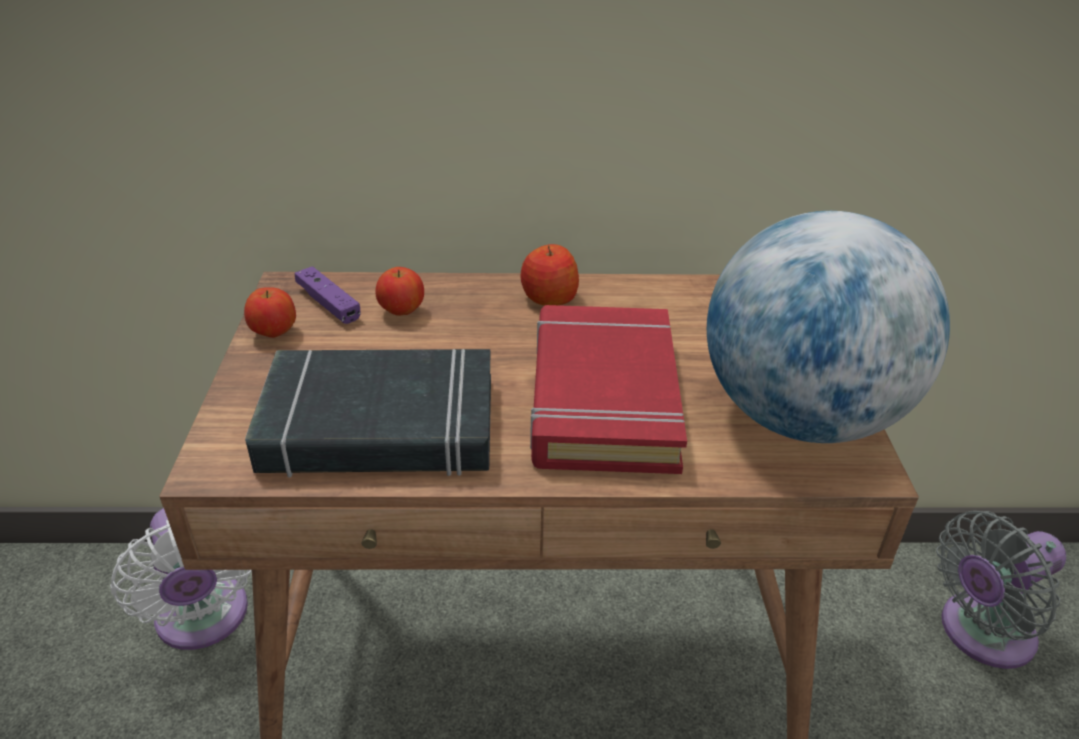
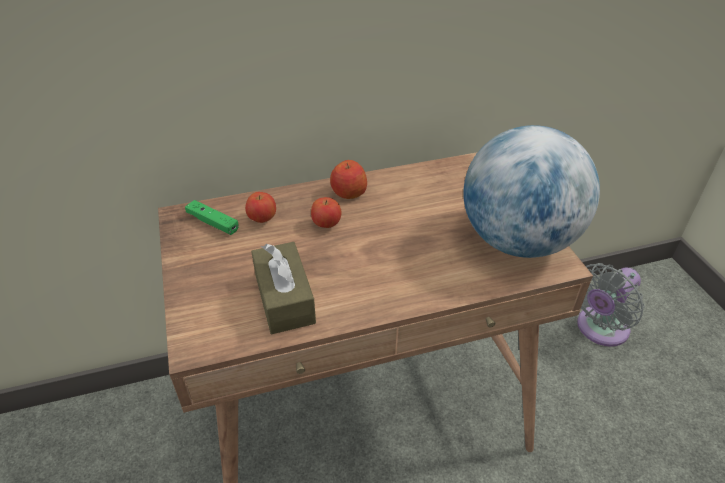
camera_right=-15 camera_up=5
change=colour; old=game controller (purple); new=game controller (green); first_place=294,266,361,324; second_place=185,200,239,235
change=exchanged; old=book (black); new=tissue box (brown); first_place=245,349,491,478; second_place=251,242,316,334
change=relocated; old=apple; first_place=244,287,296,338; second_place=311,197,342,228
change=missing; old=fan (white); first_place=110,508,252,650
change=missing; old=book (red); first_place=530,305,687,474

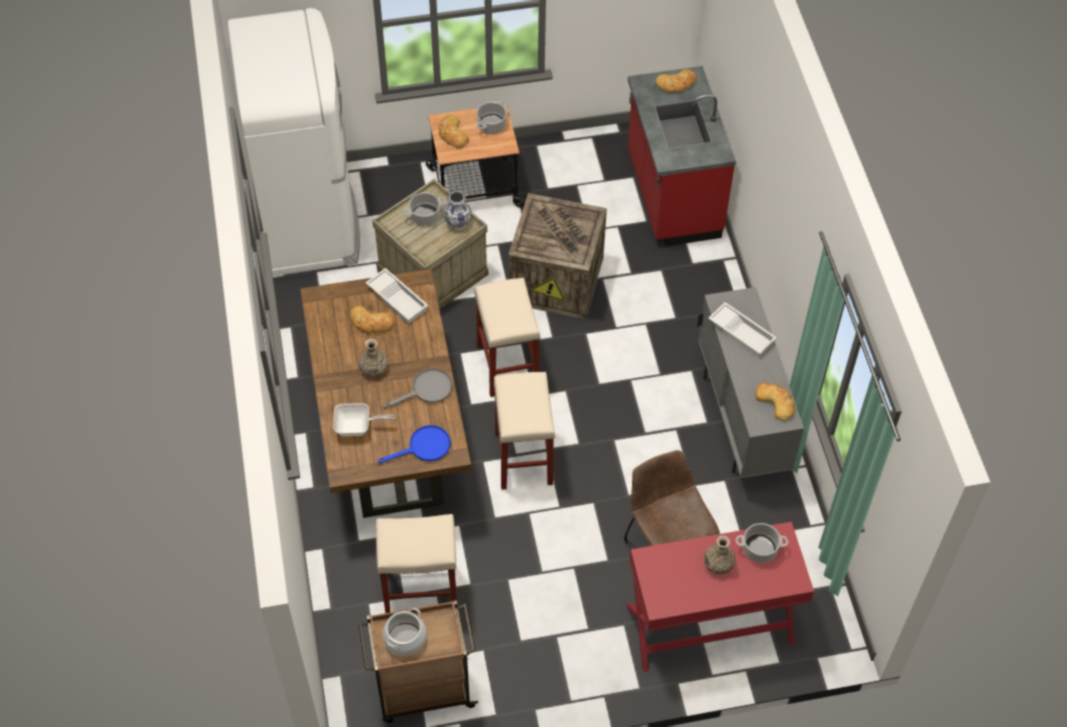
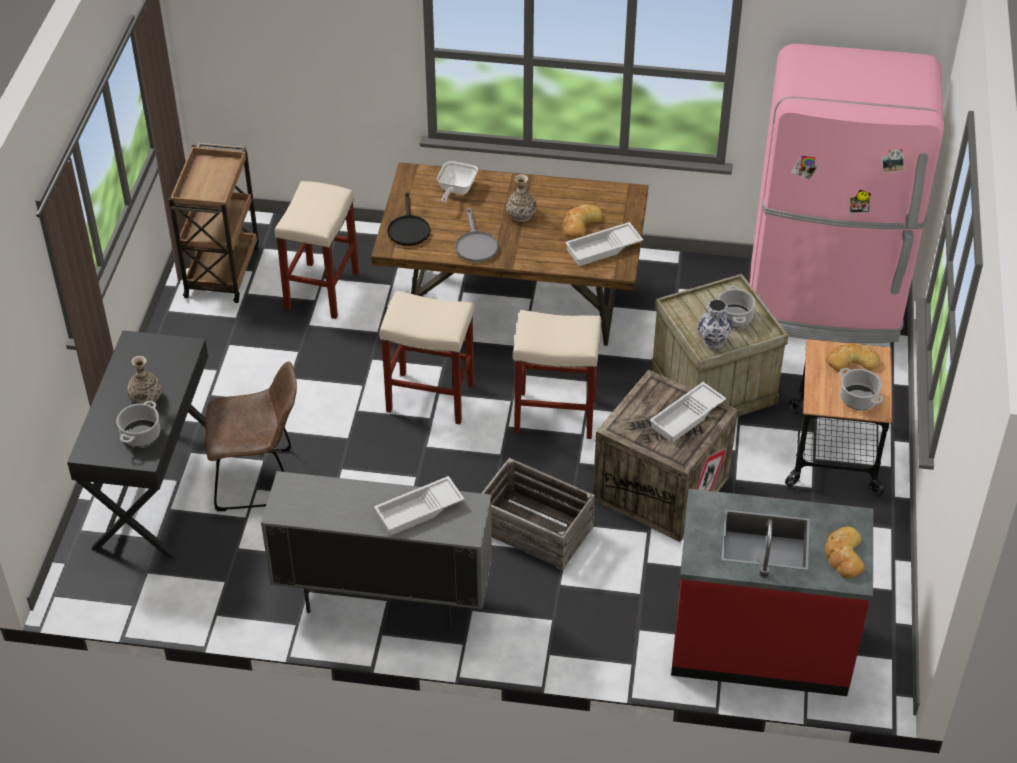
camera_right=110 camera_up=-10
change=colour; old=desk (red); new=desk (black); first_place=627,522,814,672; second_place=67,331,208,559
change=colour; old=frying pan (blue); new=frying pan (black); first_place=378,425,450,463; second_place=387,192,430,246
change=appeared; new=crate; second_place=482,458,595,571
change=appeared; new=tray (white); second_place=650,382,727,443
change=colour; old=fridge (white); new=fridge (pink); first_place=228,8,360,276; second_place=750,44,944,343
change=missing; old=cooking pot; first_place=383,608,426,656
change=missing; old=bread; first_place=755,383,795,421

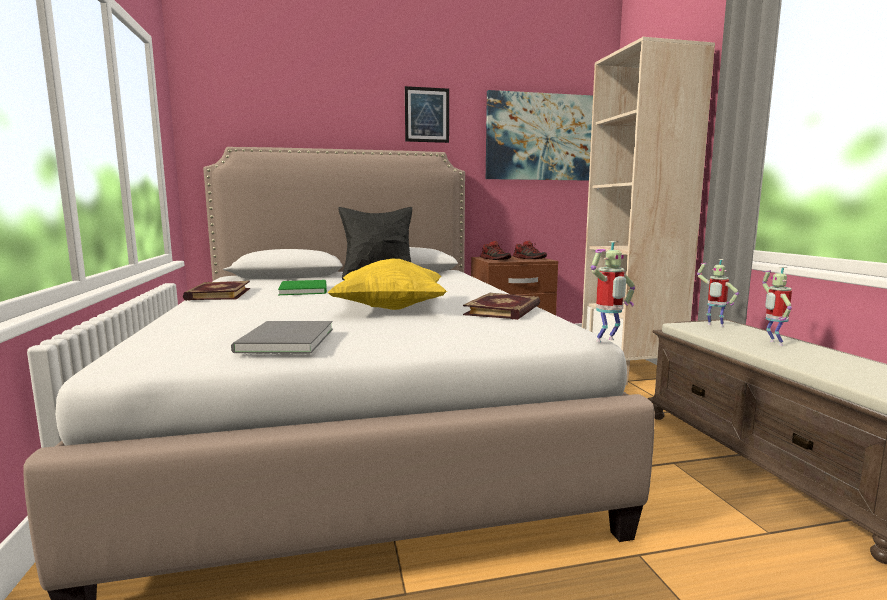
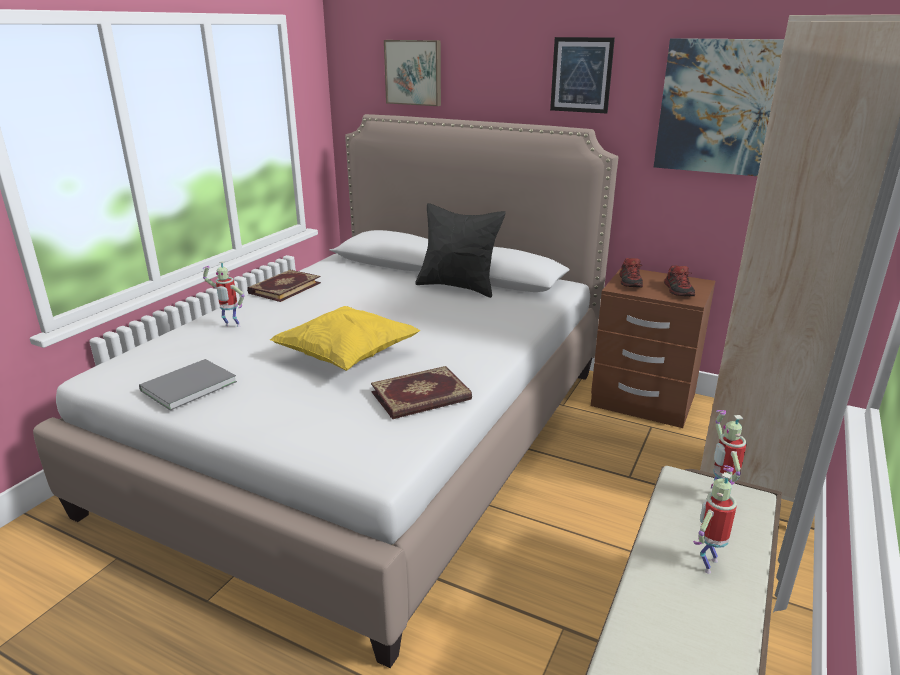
camera_right=40 camera_up=15
change=relocated; old=toy robot; first_place=591,241,635,342; second_place=203,261,245,327
change=appeared; new=picture; second_place=384,40,441,106
change=missing; old=book (green); first_place=278,280,327,295

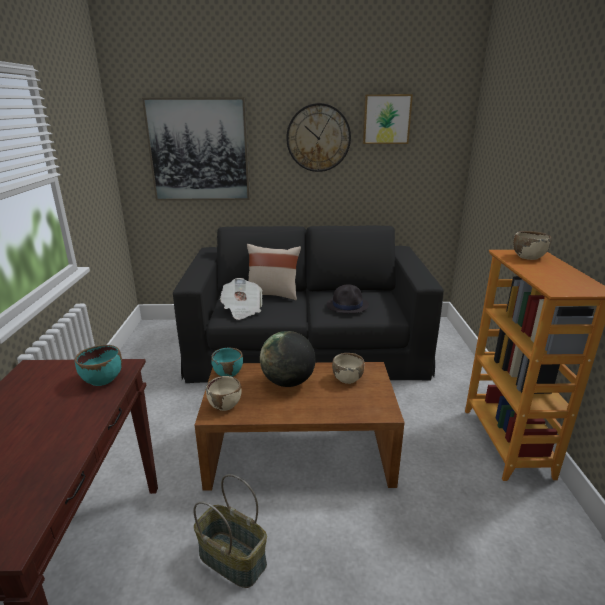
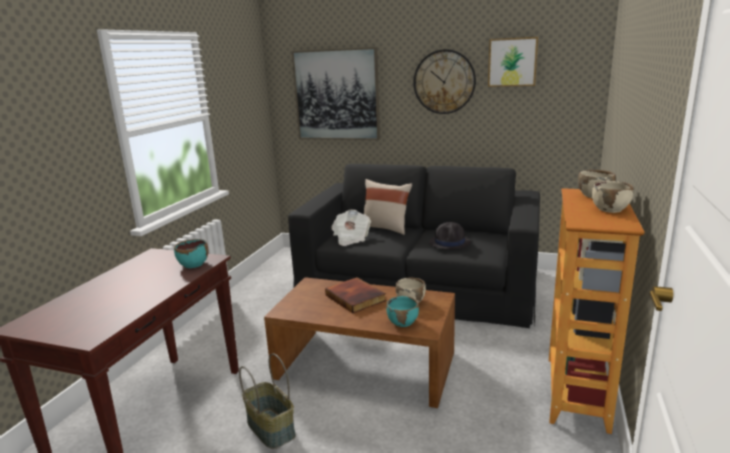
camera_right=20 camera_up=-5
change=exchanged; old=globe; new=book; first_place=260,331,316,387; second_place=325,277,386,313
change=relocated; old=bowl (turquoise); first_place=211,348,243,377; second_place=386,296,419,327
change=relocated; old=bowl (beige); first_place=206,376,242,411; second_place=592,181,633,213

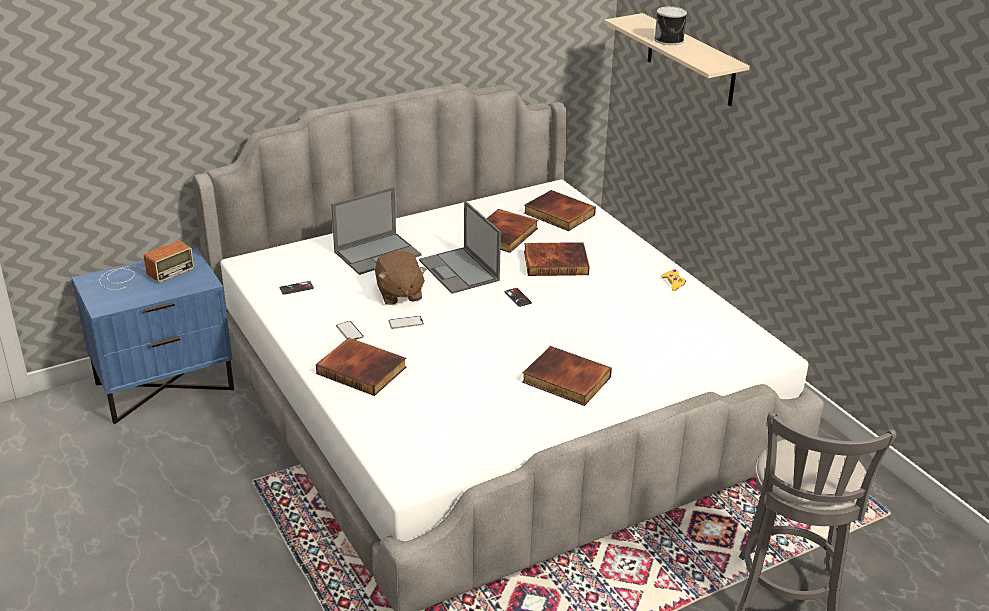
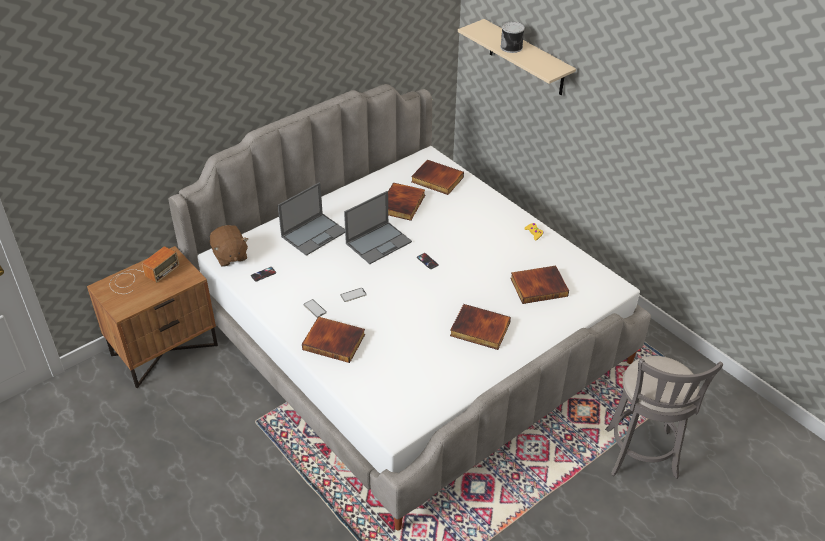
camera_right=-10 camera_up=10
change=colour; old=nightstand (blue); new=nightstand (brown); first_place=72,249,234,424; second_place=87,246,218,388
change=relocated; old=plush toy (brown); first_place=375,251,427,305; second_place=210,225,248,267
change=spun; old=laptop; first_place=419,201,501,294; second_place=344,191,412,264; degrees=-90
change=relocated; old=book; first_place=524,242,590,276; second_place=510,266,569,304

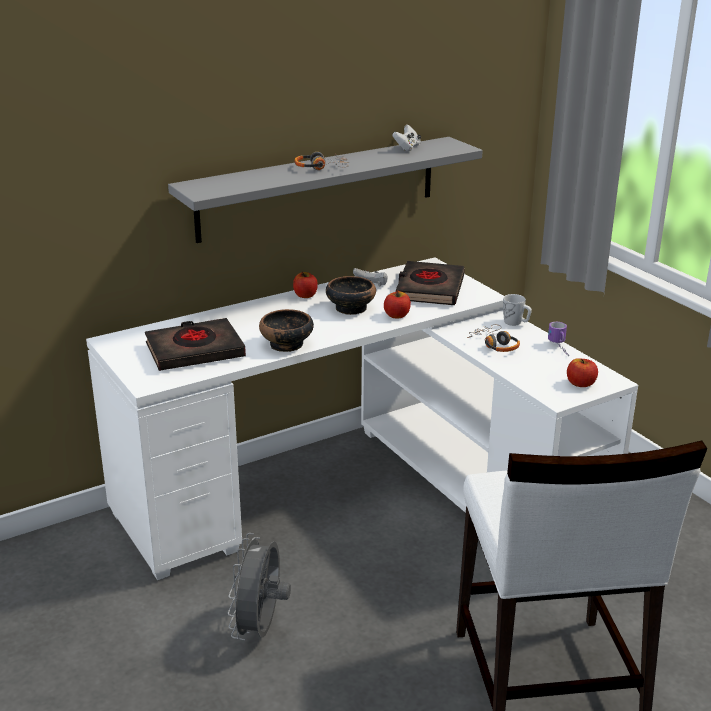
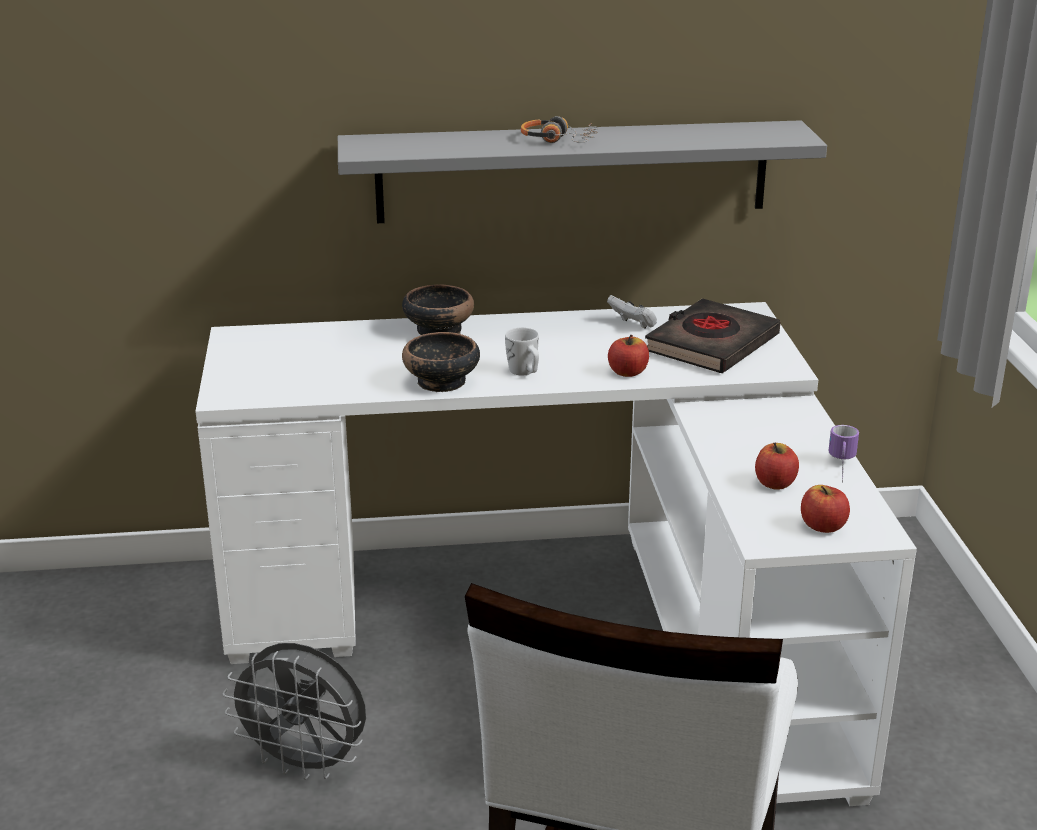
camera_right=25 camera_up=0
change=spun; old=fan (grey); first_place=228,533,291,640; second_place=223,643,366,780; degrees=-105
change=relocated; old=bowl; first_place=326,276,376,315; second_place=402,285,474,335
change=relocated; old=mug (white); first_place=503,294,532,326; second_place=505,327,539,376
change=relocated; old=apple; first_place=293,271,318,298; second_place=755,442,799,490
change=missing; old=book (black); first_place=145,318,246,371
change=missing; old=game controller (white); first_place=392,124,421,151
change=missing; old=headphones; first_place=467,324,520,352

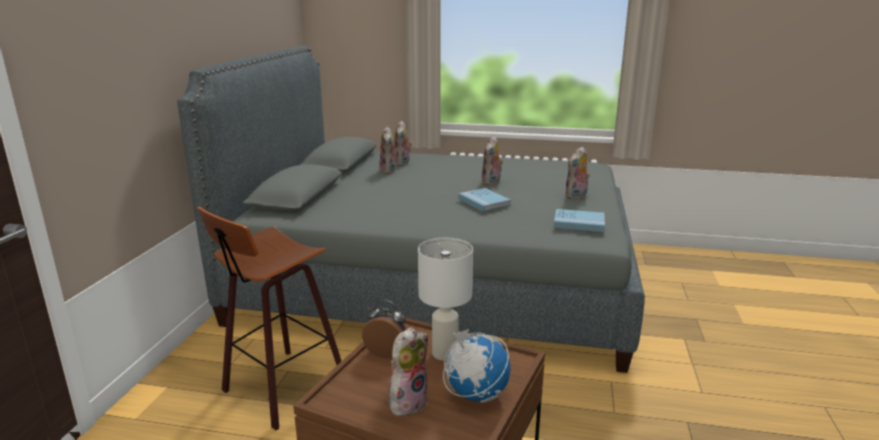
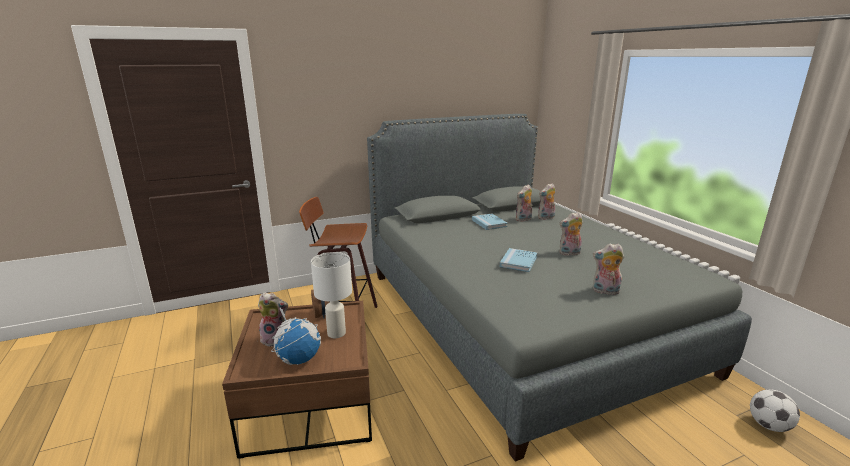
camera_right=55 camera_up=0
change=relocated; old=book (blue); first_place=554,209,605,232; second_place=472,214,508,230
change=appeared; new=football; second_place=750,389,800,432

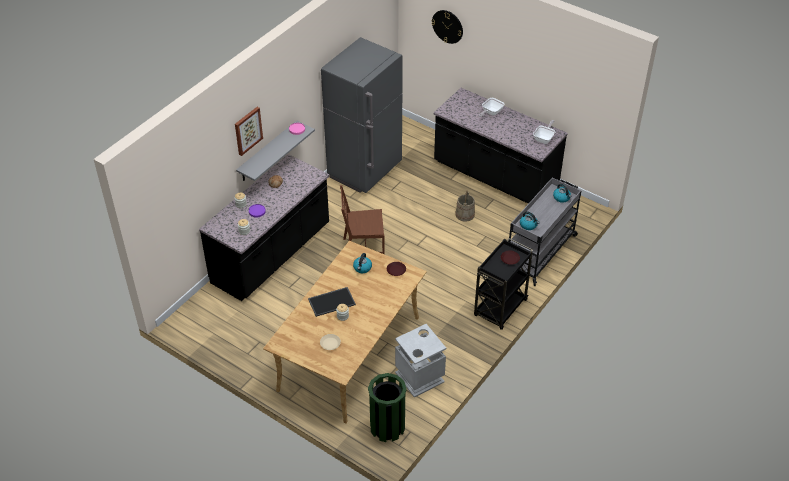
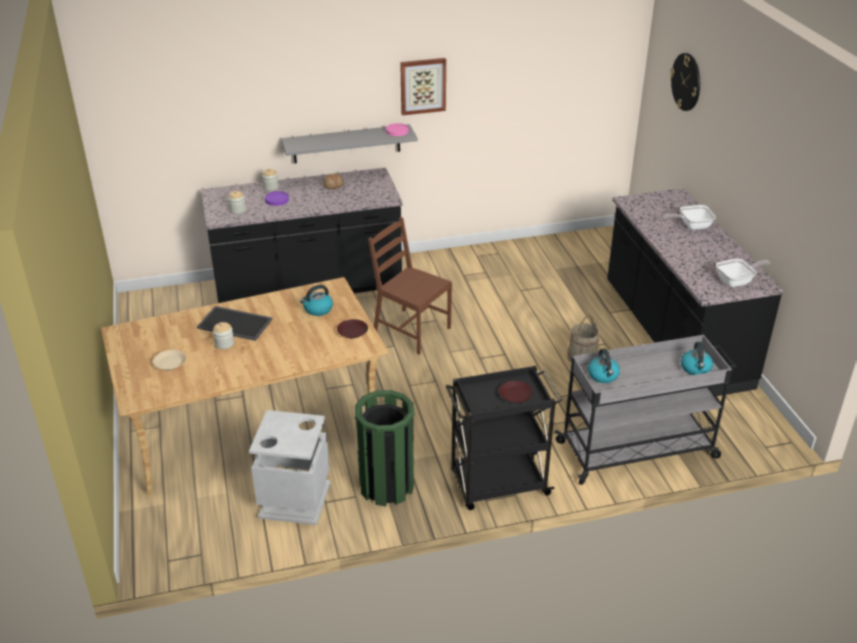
camera_right=40 camera_up=-10
change=relocated; old=trash can (green); first_place=368,373,407,442; second_place=355,390,414,506
change=relocated; old=picture; first_place=235,107,263,156; second_place=400,58,446,115
change=missing; old=fridge (grey); first_place=321,37,403,193

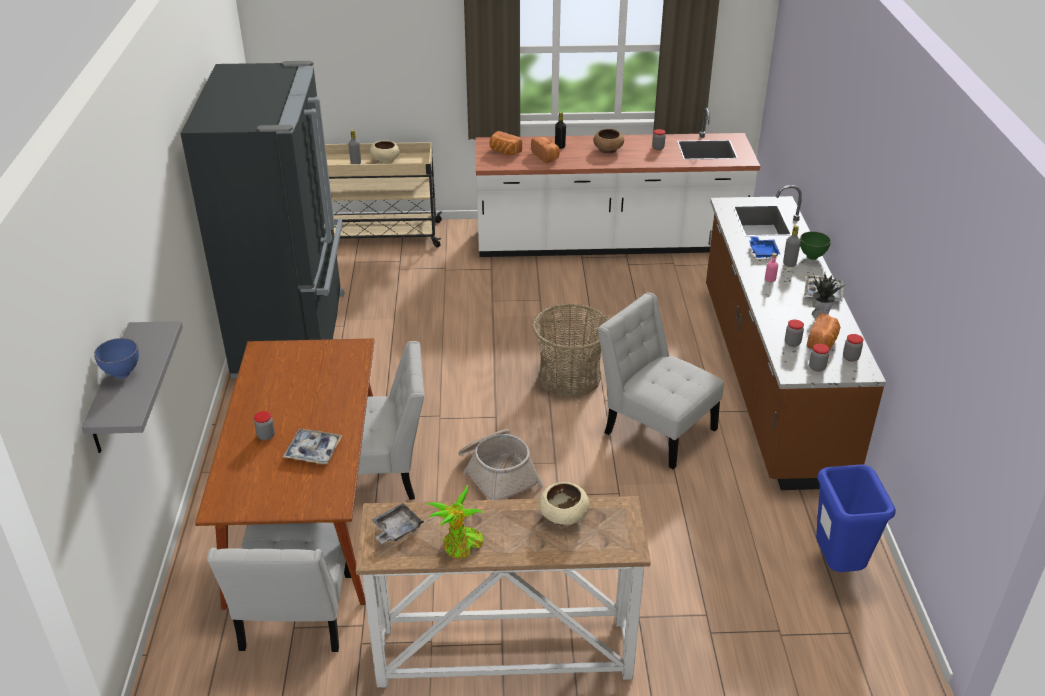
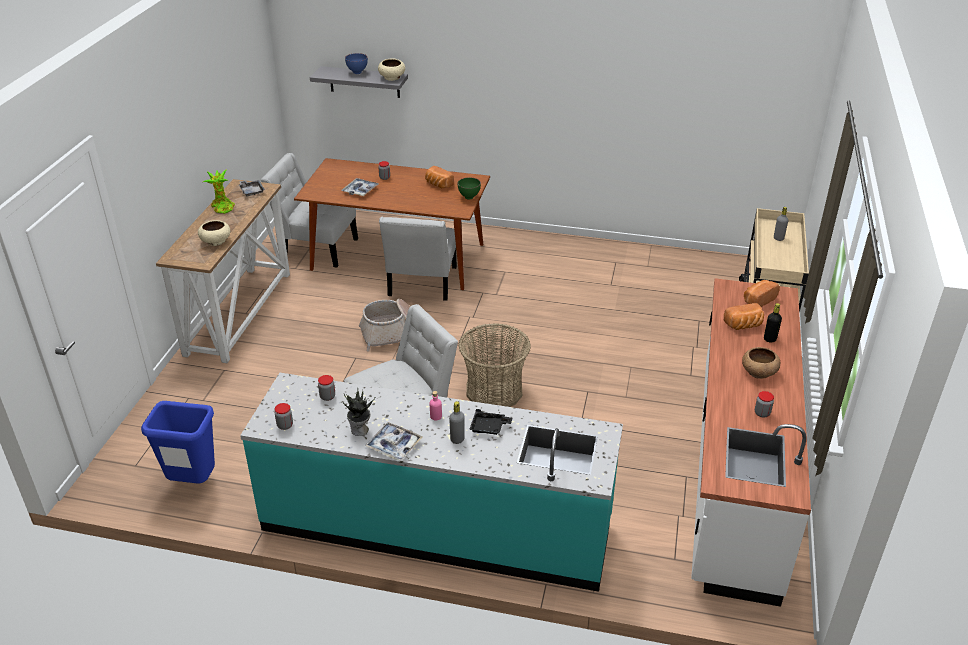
camera_right=105 camera_up=0
change=colour; old=counter (brown); new=counter (turquoise); first_place=706,185,886,490; second_place=240,373,623,592
change=relocated; old=bowl (beige); first_place=370,140,400,164; second_place=378,59,405,81
change=relocated; old=bread; first_place=807,313,840,349; second_place=425,166,454,188
change=relocated; old=bowl (green); first_place=800,231,831,260; second_place=458,177,481,200
change=colour; old=tray (blue); new=tray (black); first_place=749,237,780,258; second_place=469,409,512,435
change=missing; old=fridge (black); first_place=180,61,344,378
change=missing; old=jar; first_place=809,344,829,372

